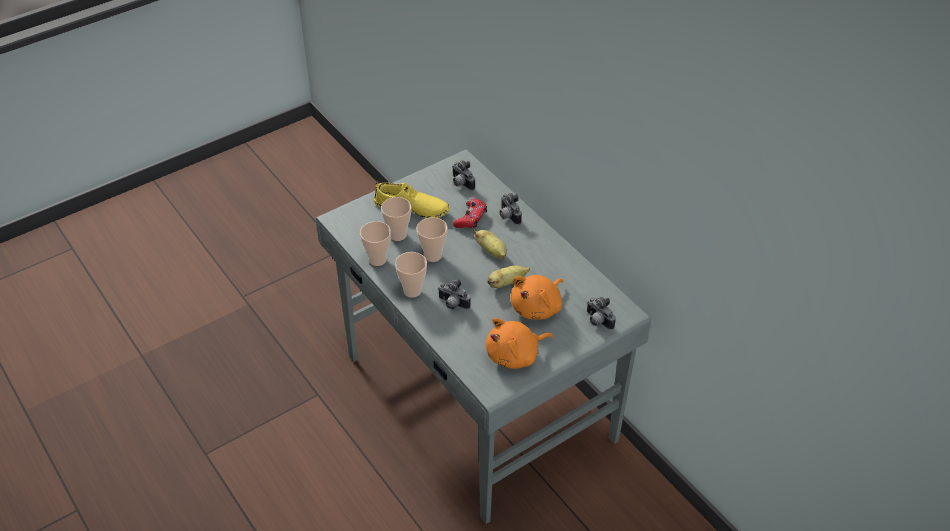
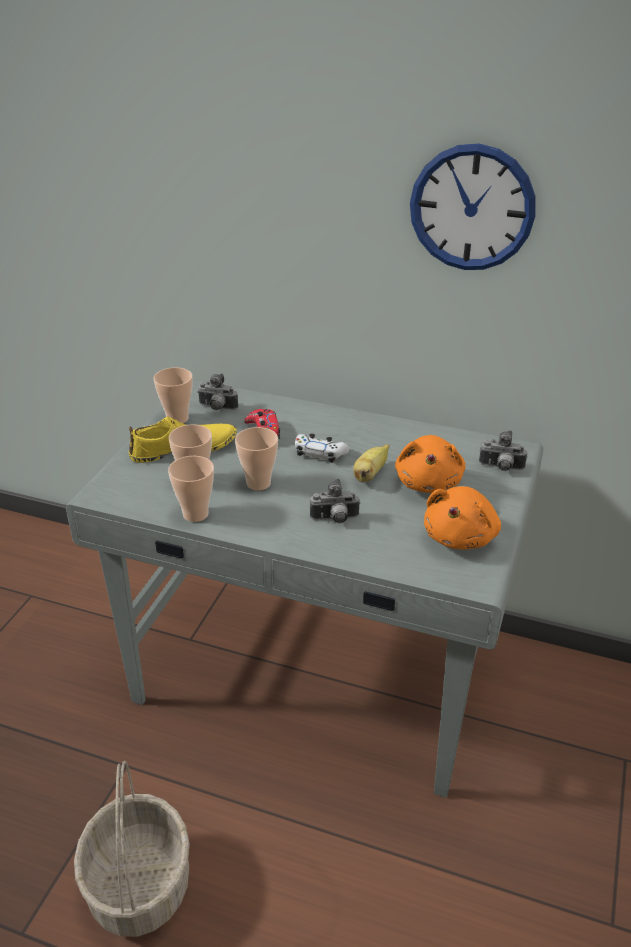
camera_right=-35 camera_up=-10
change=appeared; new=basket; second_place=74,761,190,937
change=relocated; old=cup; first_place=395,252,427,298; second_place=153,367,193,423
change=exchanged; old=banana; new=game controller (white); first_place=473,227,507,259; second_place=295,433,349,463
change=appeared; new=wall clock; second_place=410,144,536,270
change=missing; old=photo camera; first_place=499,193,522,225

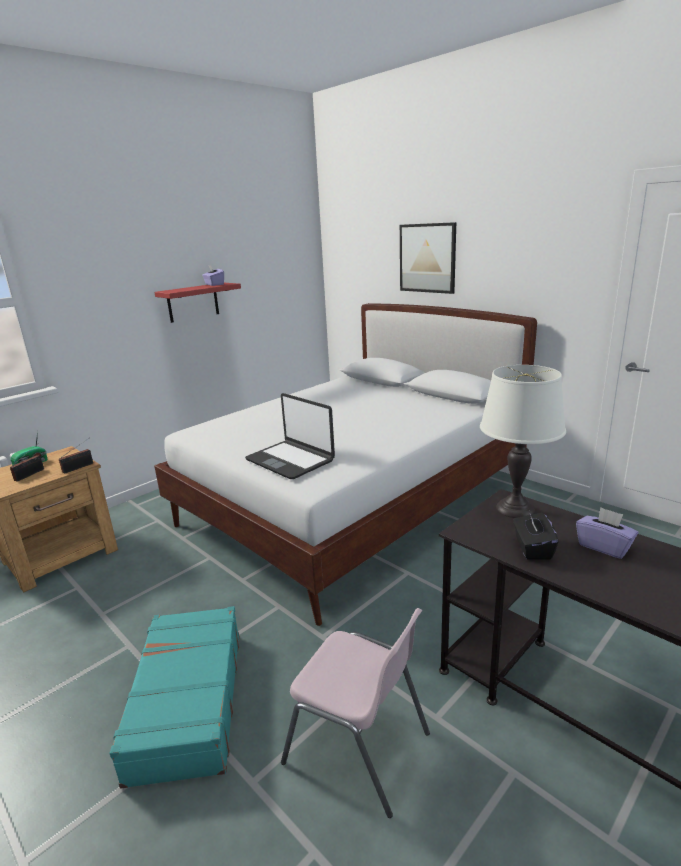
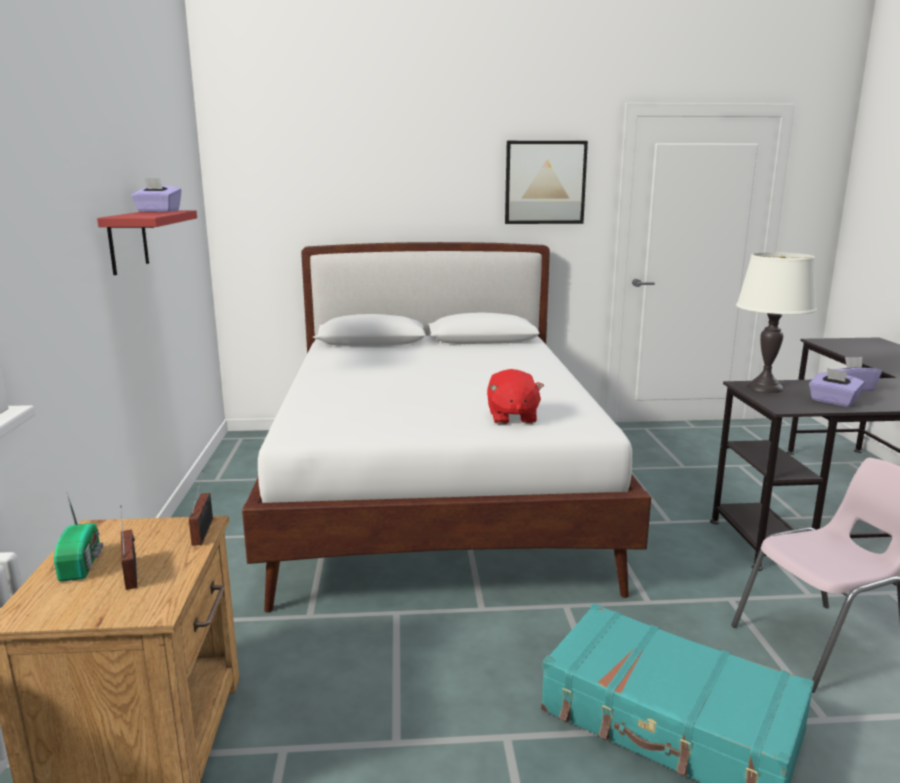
camera_right=-50 camera_up=-5
change=exchanged; old=laptop; new=plush toy (red); first_place=245,393,335,479; second_place=487,369,544,424
change=relocated; old=picture; first_place=400,222,456,294; second_place=505,141,588,224
change=colour; old=tissue box (black); new=tissue box (purple); first_place=513,513,559,560; second_place=809,368,865,407

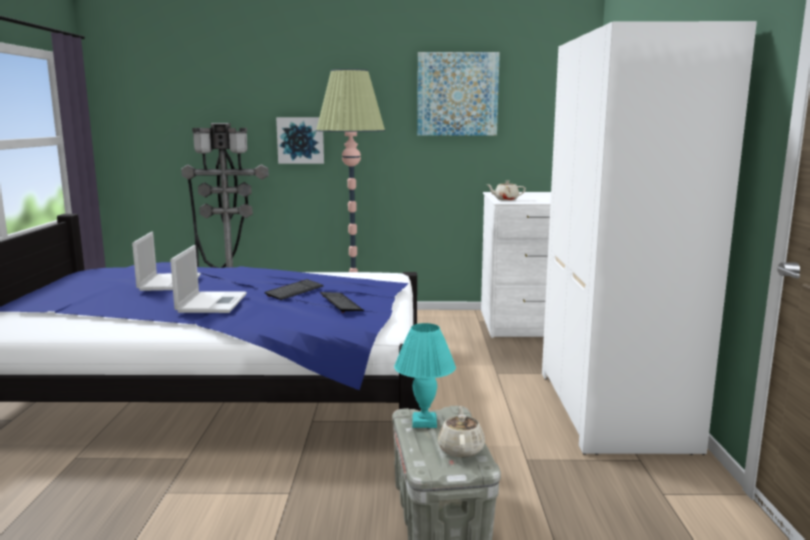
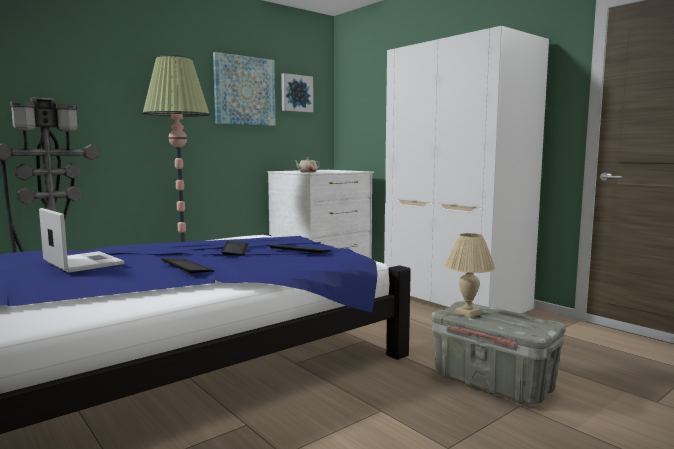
camera_right=-40 camera_up=-5
change=exchanged; old=laptop; new=keyboard; first_place=170,245,247,313; second_place=161,258,214,275
change=relocated; old=picture; first_place=276,117,324,164; second_place=281,73,313,113
change=colour; old=table lamp (turquoise); new=table lamp (beige); first_place=394,323,456,428; second_place=445,233,495,318
change=missing; old=teapot (beige); first_place=438,406,485,458

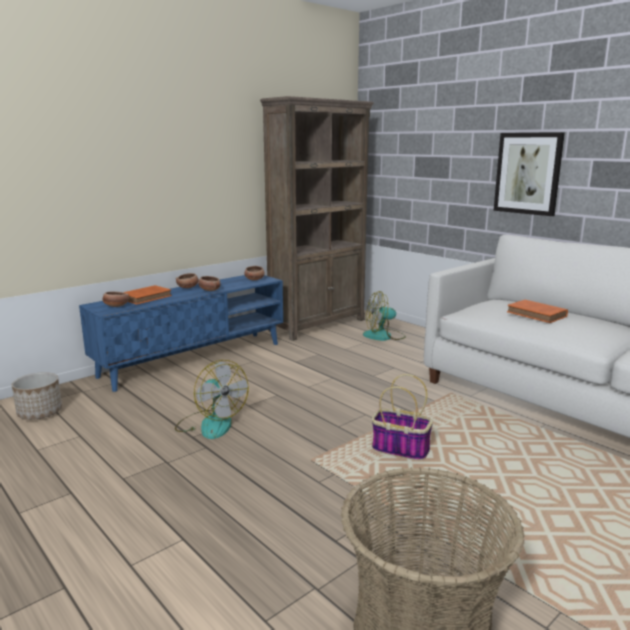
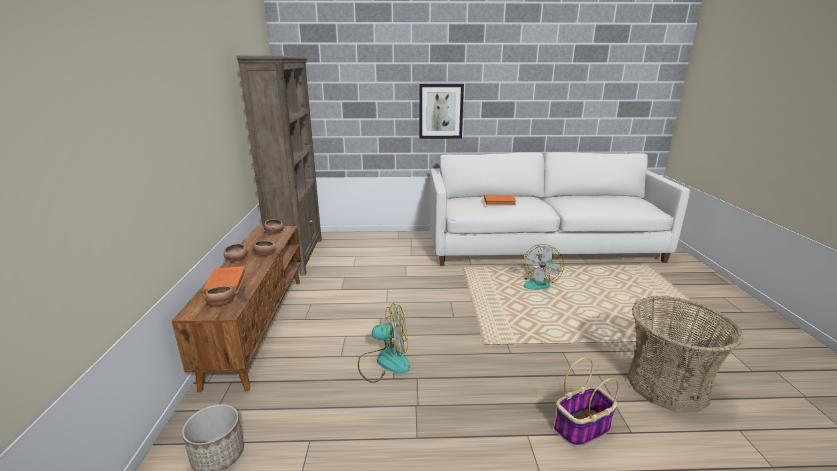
camera_right=-50 camera_up=5
change=colour; old=tv stand (blue); new=tv stand (brown); first_place=79,275,283,392; second_place=172,226,302,392
change=relocated; old=fan; first_place=363,291,406,341; second_place=524,244,564,290
change=relocated; old=basket; first_place=372,374,433,460; second_place=554,357,619,447

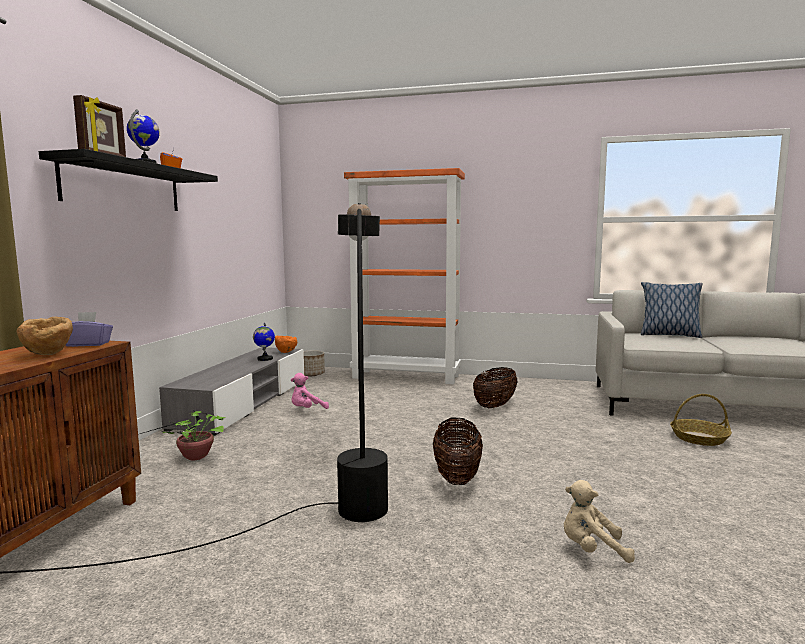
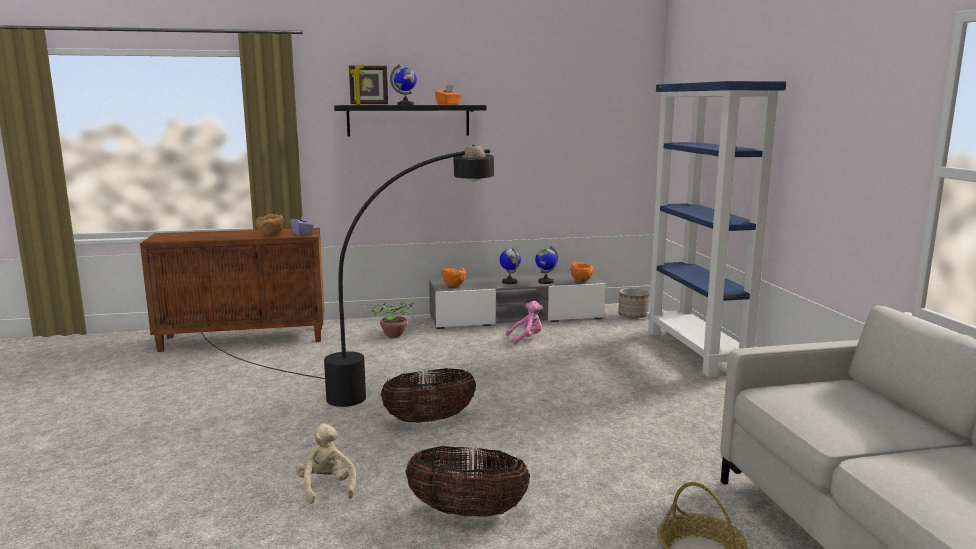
camera_right=65 camera_up=5
change=relocated; old=basket; first_place=473,367,518,408; second_place=405,446,530,517
change=appeared; new=bowl (orange); second_place=442,268,466,287
change=appeared; new=globe; second_place=500,248,521,284
change=spun; old=plush toy (pink); first_place=291,373,329,409; second_place=506,301,543,345; degrees=135
change=colour; old=bookcase (orange); new=bookcase (blue); first_place=344,168,465,384; second_place=646,81,786,377
change=missing; old=pillow; first_place=641,282,703,338

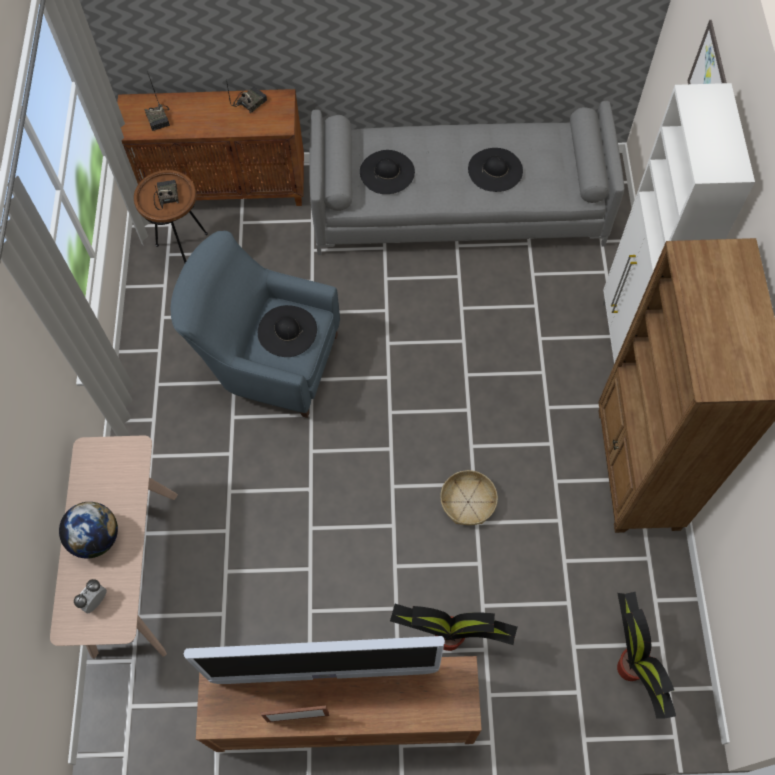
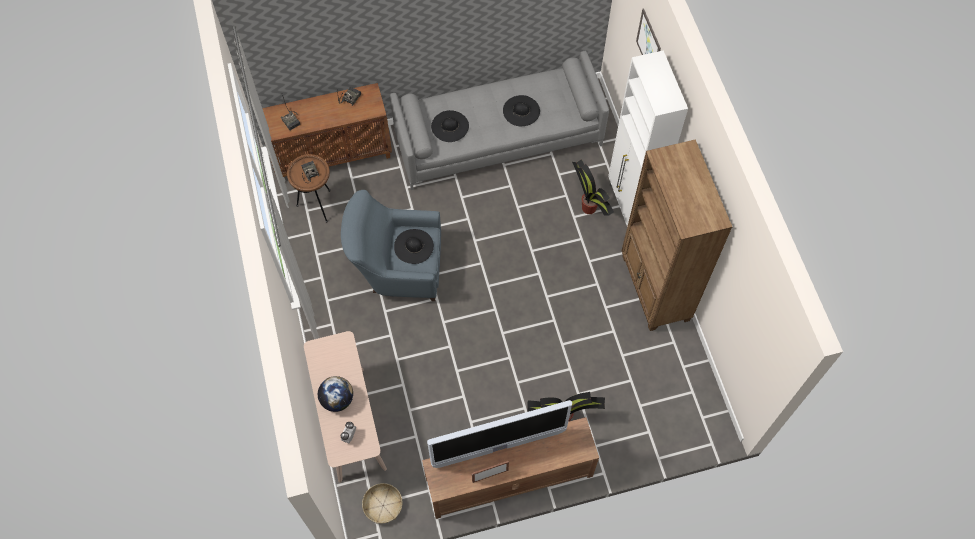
camera_right=-15 camera_up=0
change=relocated; old=basket; first_place=440,470,498,525; second_place=362,483,402,523
change=relocated; old=potted plant; first_place=617,592,676,718; second_place=572,159,614,216

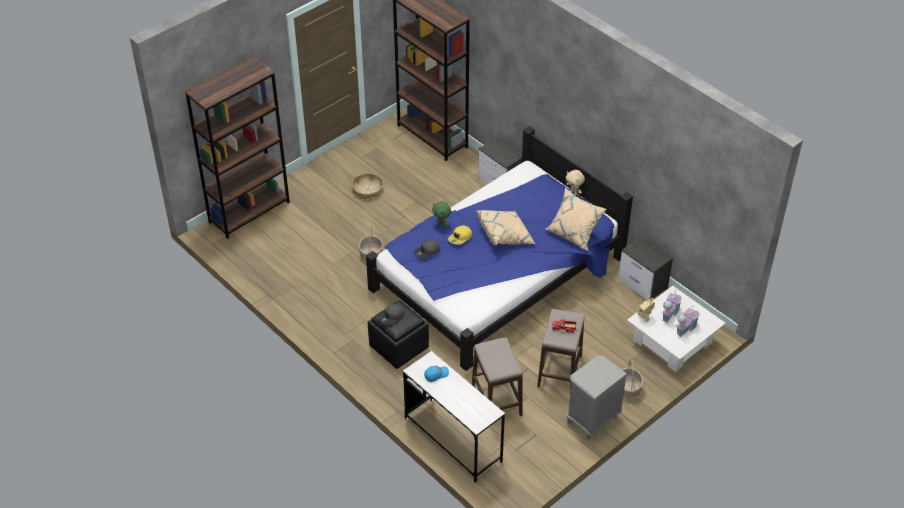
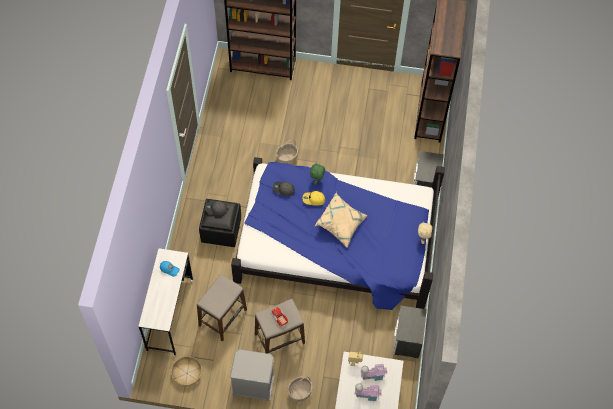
camera_right=50 camera_up=15
change=relocated; old=basket; first_place=352,173,383,199; second_place=171,356,202,387
change=missing; old=pillow (beige); first_place=545,188,607,251

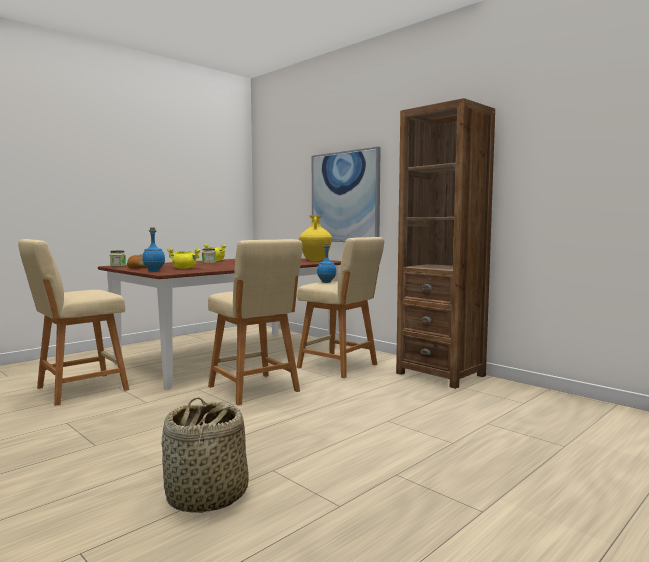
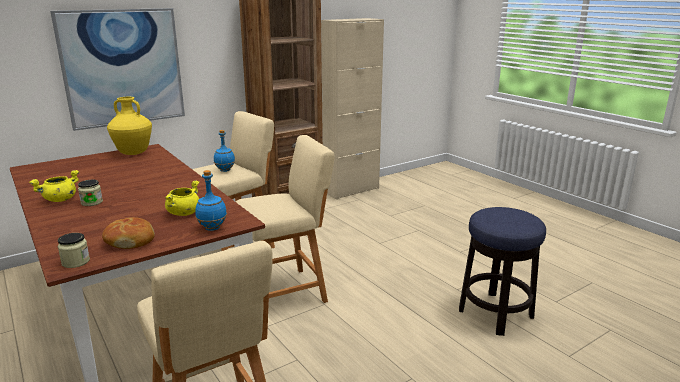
camera_right=-80 camera_up=15
change=appeared; new=cabinet (beige); second_place=321,18,384,200
change=exchanged; old=basket; new=stool; first_place=161,397,249,513; second_place=459,207,546,336

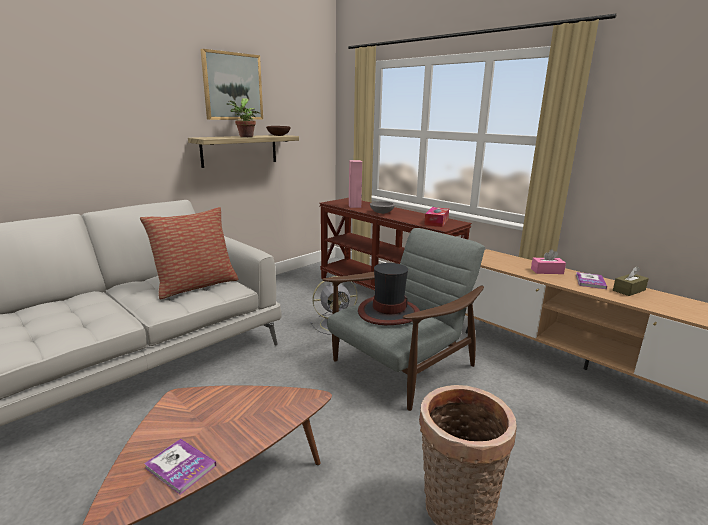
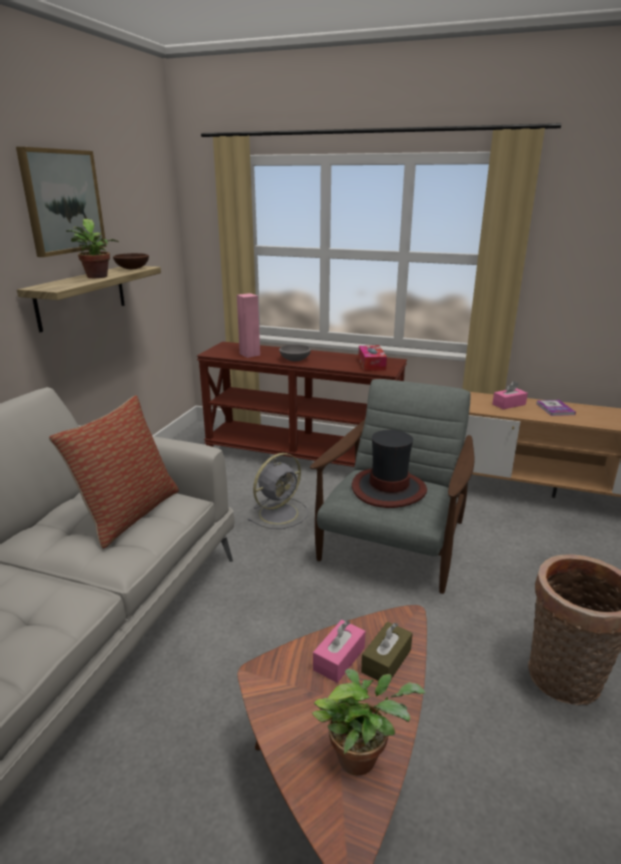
camera_right=-25 camera_up=5
change=exchanged; old=book; new=potted plant; first_place=144,439,216,495; second_place=312,669,426,775
change=appeared; new=tissue box (pink); second_place=313,620,365,683
change=relocated; old=tissue box (brown); first_place=613,266,649,296; second_place=361,621,413,681

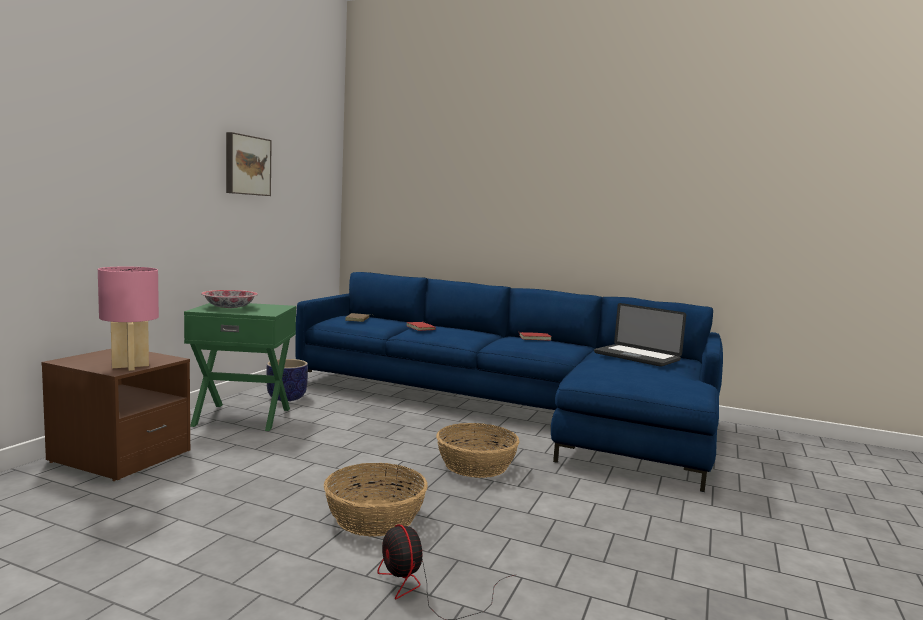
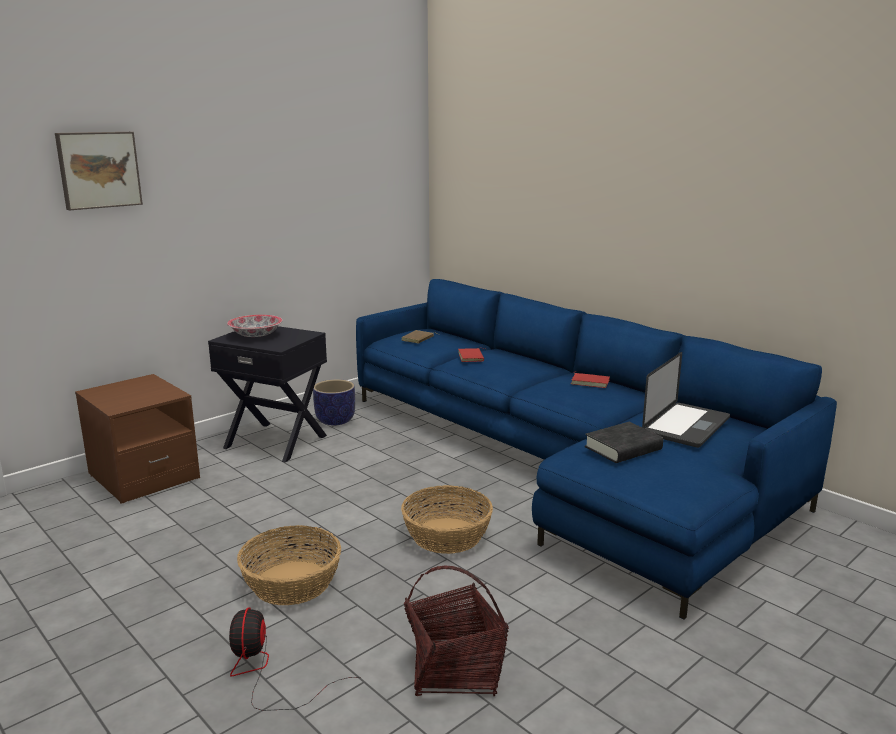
camera_right=25 camera_up=10
change=relocated; old=picture; first_place=226,132,272,196; second_place=55,132,143,210
change=colour; old=side table (green); new=side table (black); first_place=184,303,296,431; second_place=208,326,327,462
change=appeared; new=basket; second_place=404,566,509,696
change=appeared; new=book (black); second_place=585,422,663,463
change=spun; old=laptop; first_place=594,303,686,367; second_place=642,352,730,448; degrees=-120
change=missing; old=table lamp (pink); first_place=98,267,159,371

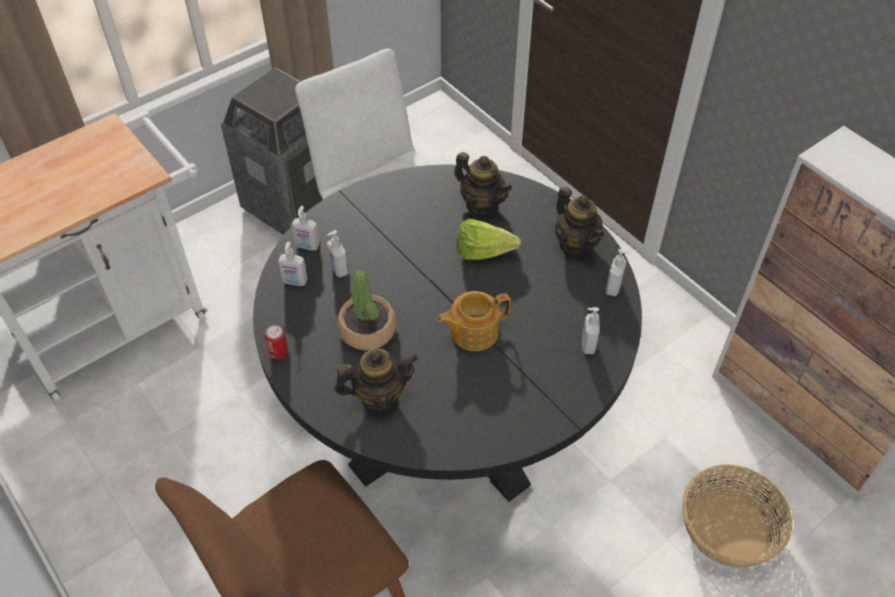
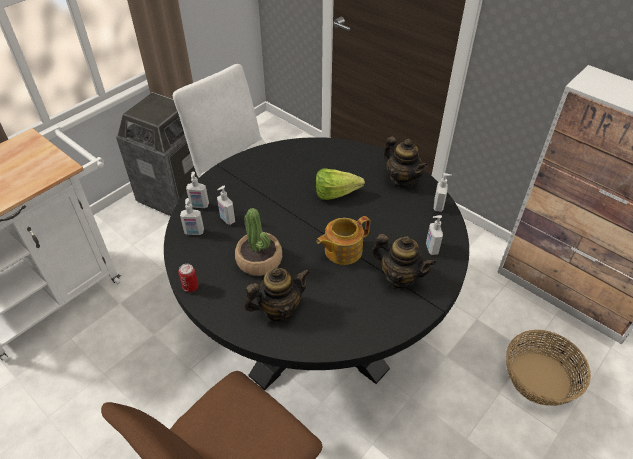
camera_right=-10 camera_up=-5
change=relocated; old=teapot; first_place=454,152,512,215; second_place=372,234,436,289

